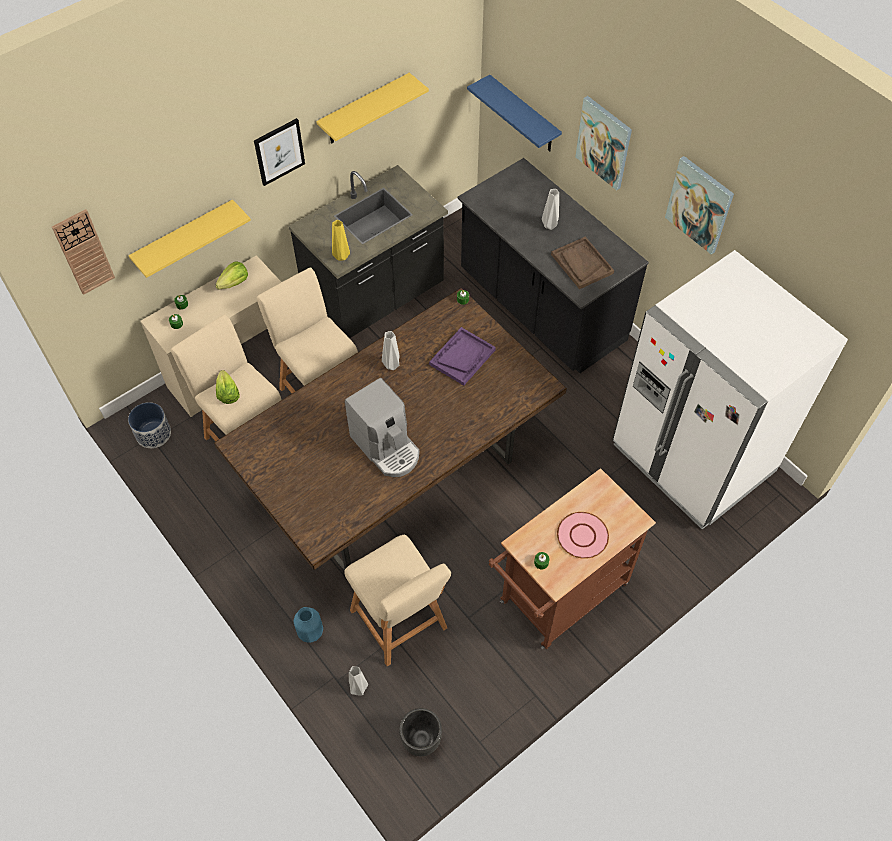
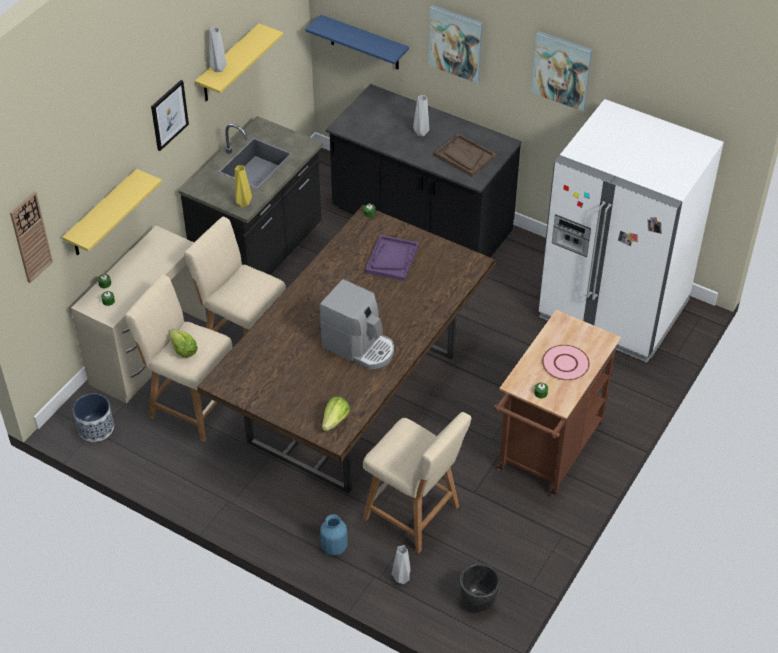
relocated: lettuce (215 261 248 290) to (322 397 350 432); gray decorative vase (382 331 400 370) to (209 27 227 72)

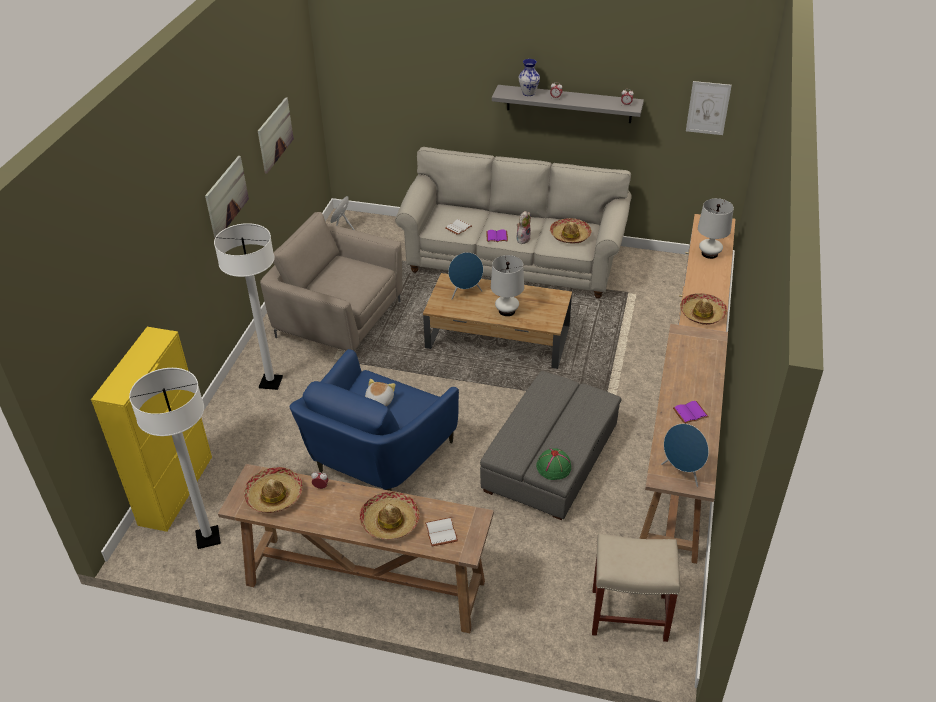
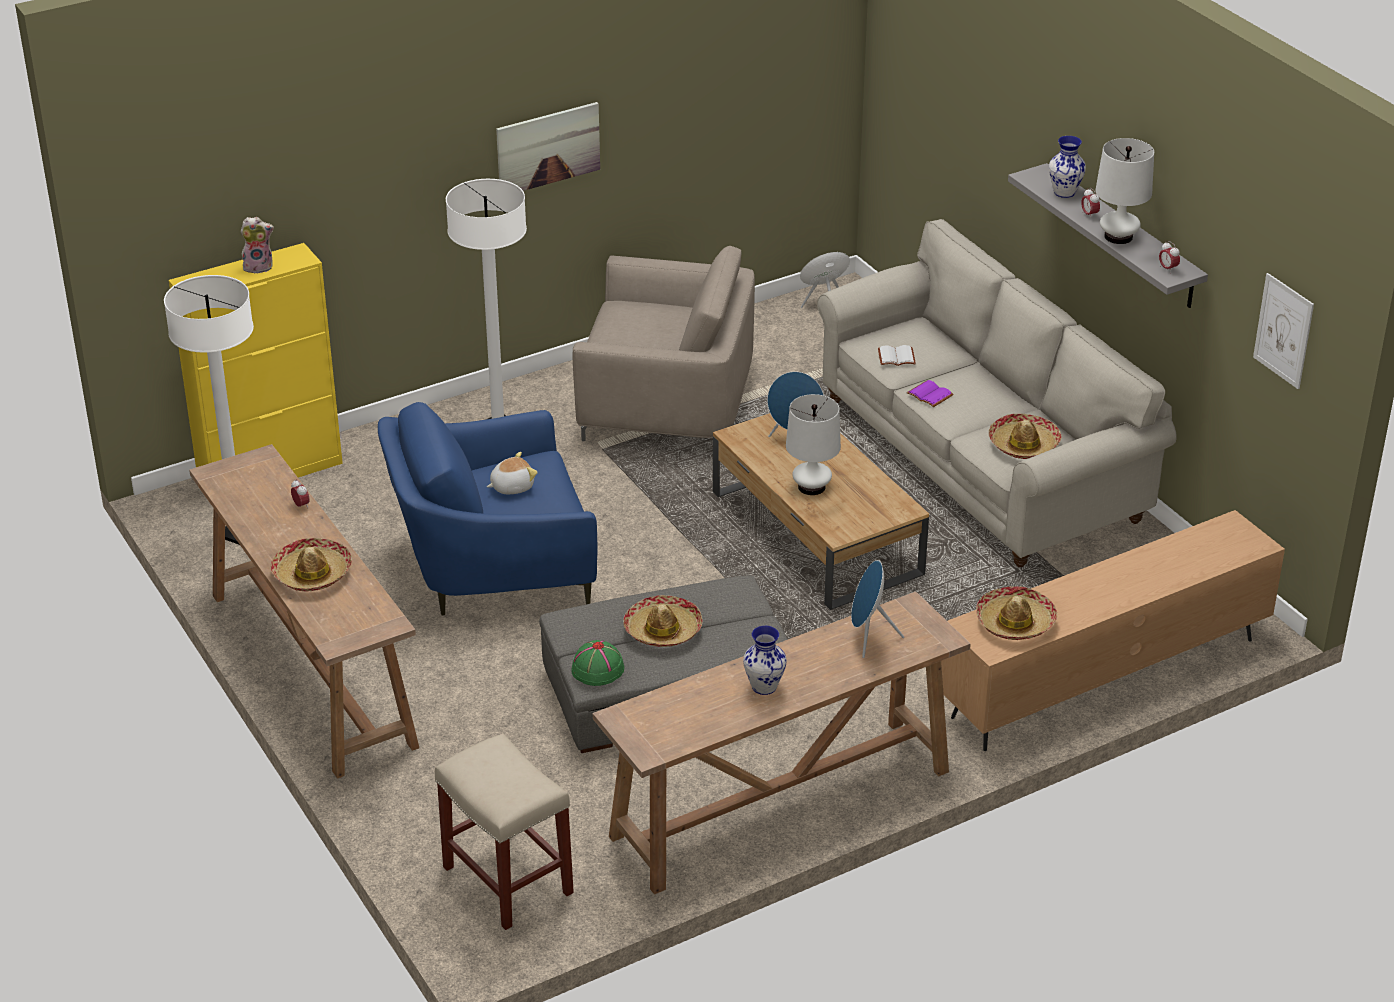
missing: wall art (258 97 294 174); white book (425 517 458 546)
relocated: white table lamp (698 198 734 259) to (1095 138 1154 244); cuddly toy (517 211 531 244) to (240 217 274 274); bluish audio speaker (661 424 709 487) to (851 560 904 658); wearable hat (244 467 303 513) to (623 595 703 647)
exchanged: purple book (673 401 709 424) to decorative vase (743 626 787 695)
spun: beige lounge chair (260 212 403 351) = (572 246 755 441) 120 degrees clockwise

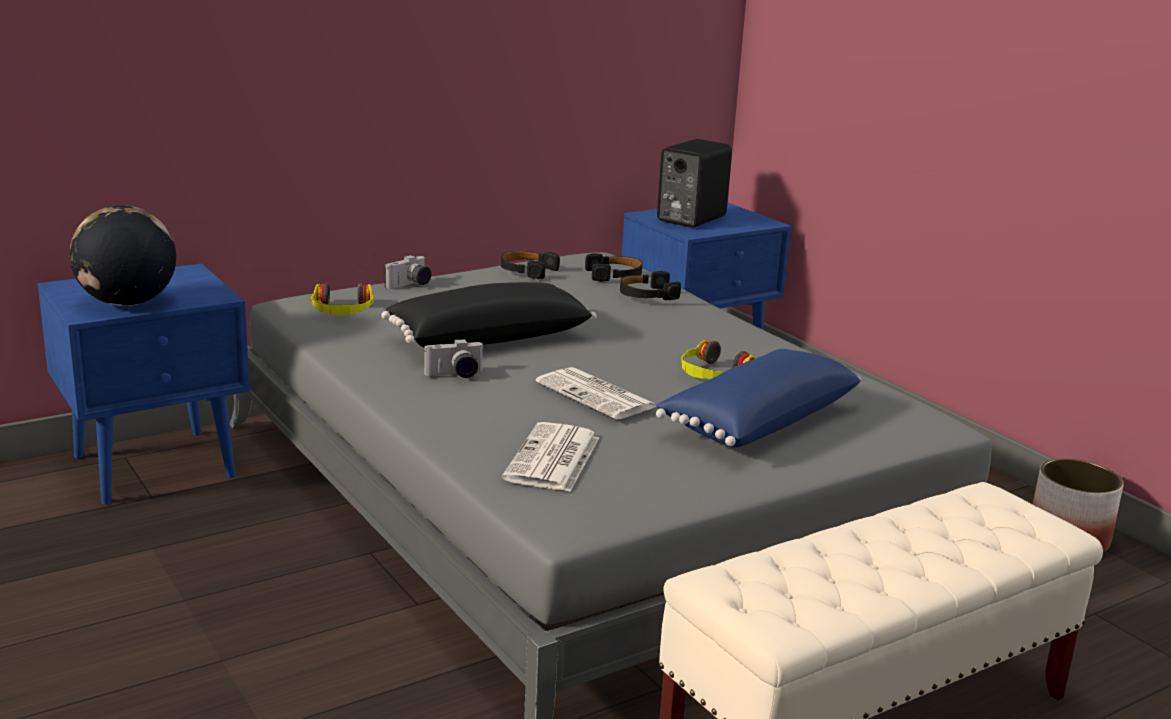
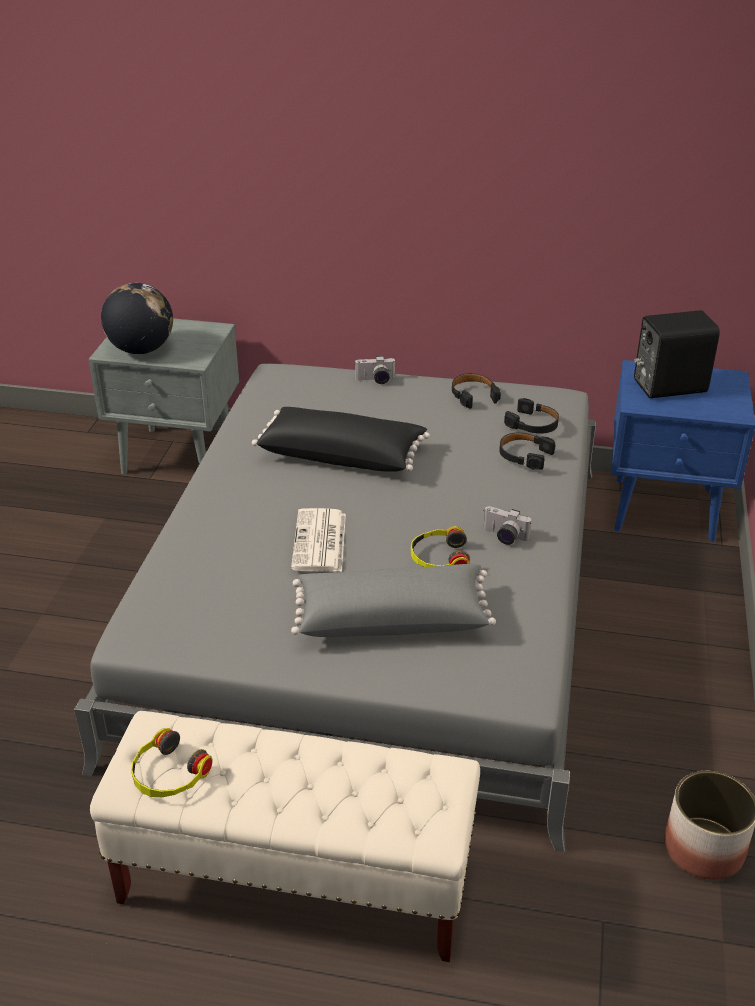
missing: printed paper (502 422 599 492)
relocated: headset (311 283 373 316) to (131 728 212 797); photo camera (424 339 484 378) to (484 506 531 545)
colour: bluish night table (37 264 250 505) to gray night table (88 318 239 474); bluish throw pillow (656 349 861 448) to gray throw pillow (291 564 496 637)

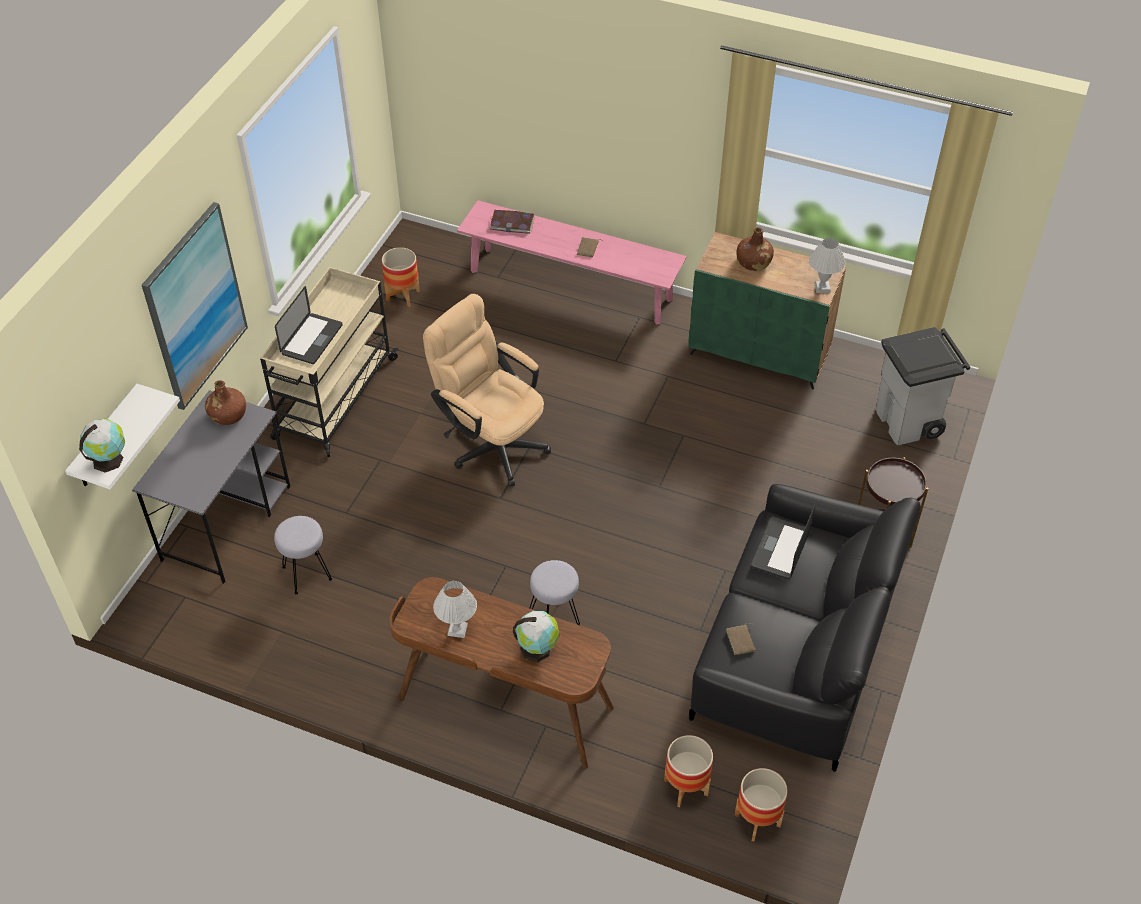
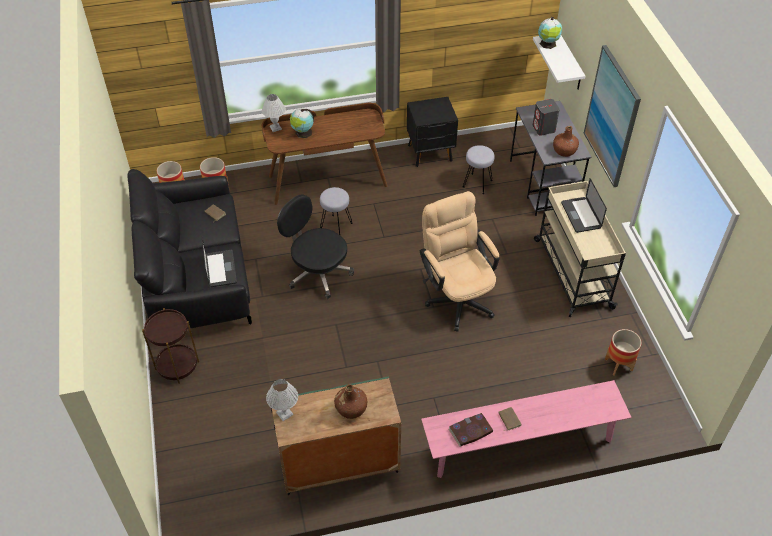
missing: gray waste bin (876 327 970 445)
appeared: black-coloured night table (407 97 458 167); gray audio speaker (533 99 560 136); black-coloured computer chair (277 194 354 299)
relocated: book (490 210 535 234) to (449 413 493 447); white table lamp (433 581 477 638) to (262 94 286 132)
spun: beige computer chair (423 294 551 487) = (420 191 500 332) 120 degrees counterclockwise

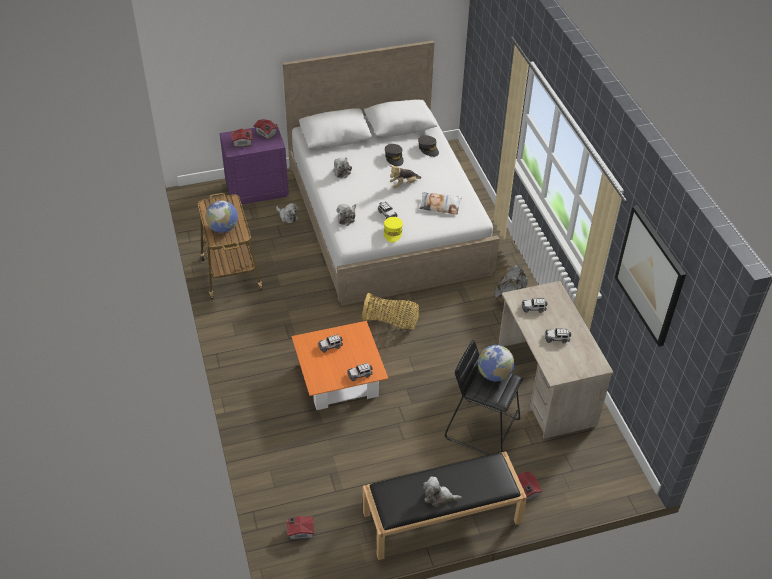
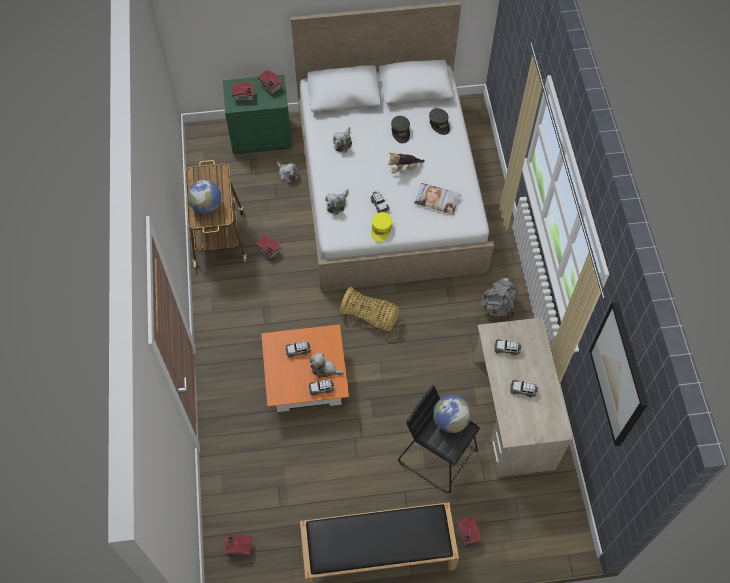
appeared: toy house (255 234 281 260)
relocated: cuddly toy (423 477 462 507) to (310 352 344 378)
colour: purple night table (220 124 289 205) to green-coloured night table (223 75 292 154)

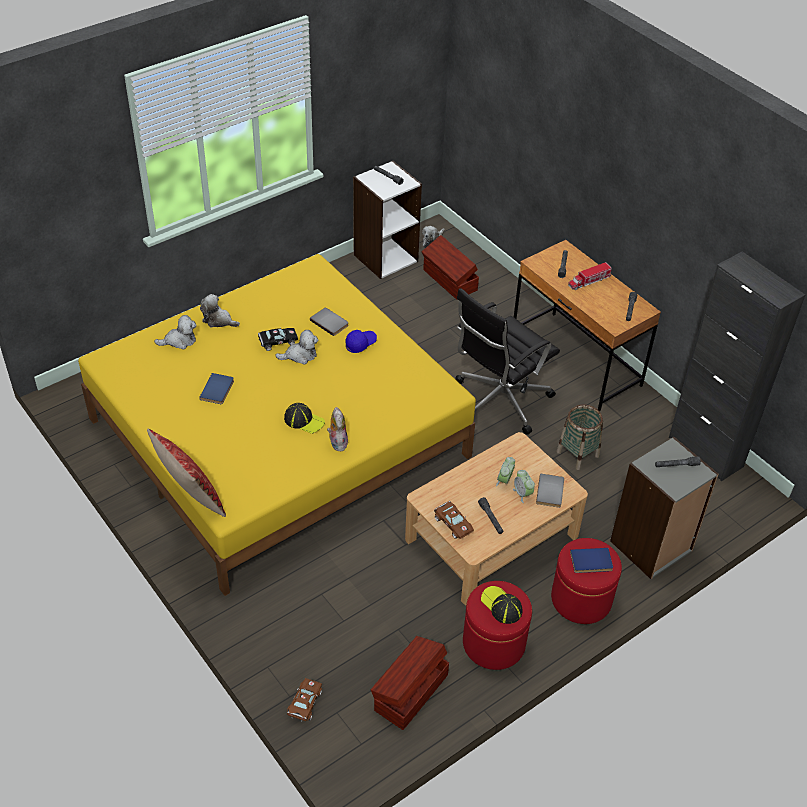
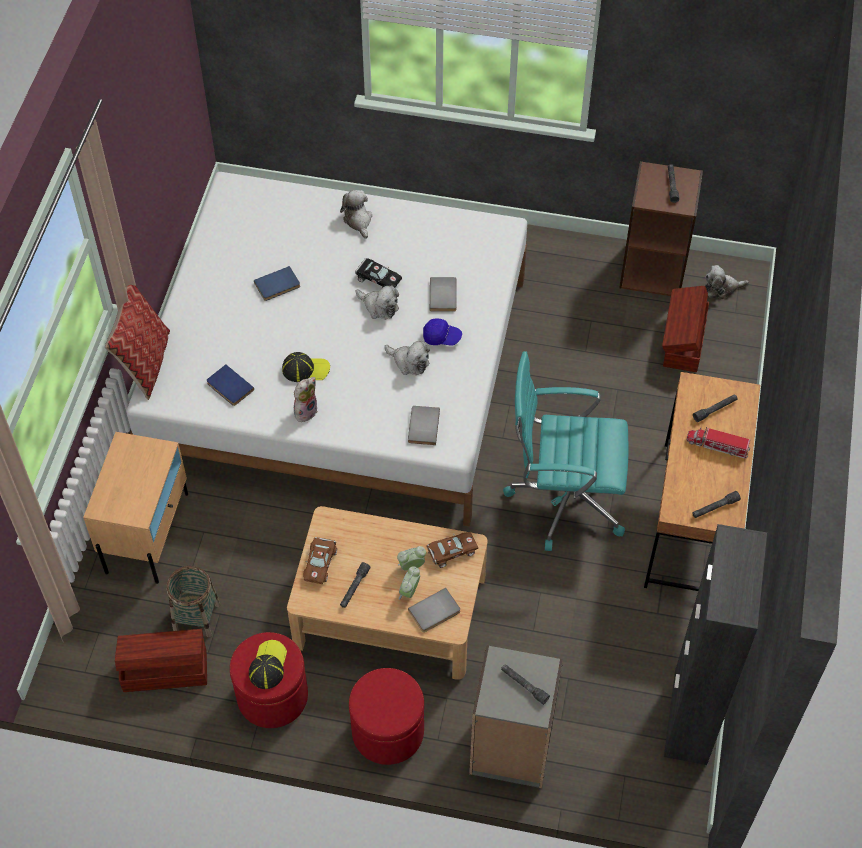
appeared: gray book (408 406 440 445); beige night table (83 432 188 584)
relocated: cuddly toy (154 315 197 350) to (384 341 430 375); household basket (557 405 603 470) to (166 566 220 638); bluish book (570 548 613 573) to (206 365 254 406); brownish toy car (287 678 322 721) to (427 532 478 568)
colour: white bookcase (353 161 422 279) to brownish bookcase (619 161 703 296); yellow bed (78 254 476 596) to white bed (126 172 527 527); black-coloured computer chair (455 288 560 435) to turquoise computer chair (503 351 629 551)
spun: baseball cap (284 403 325 434) = (282 352 330 382) 75 degrees counterclockwise

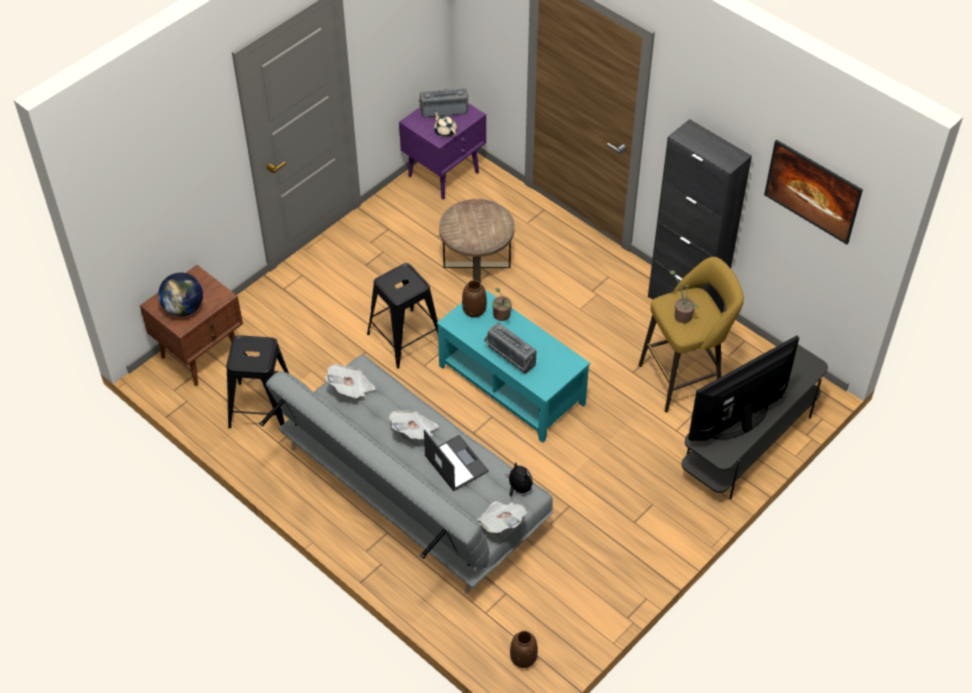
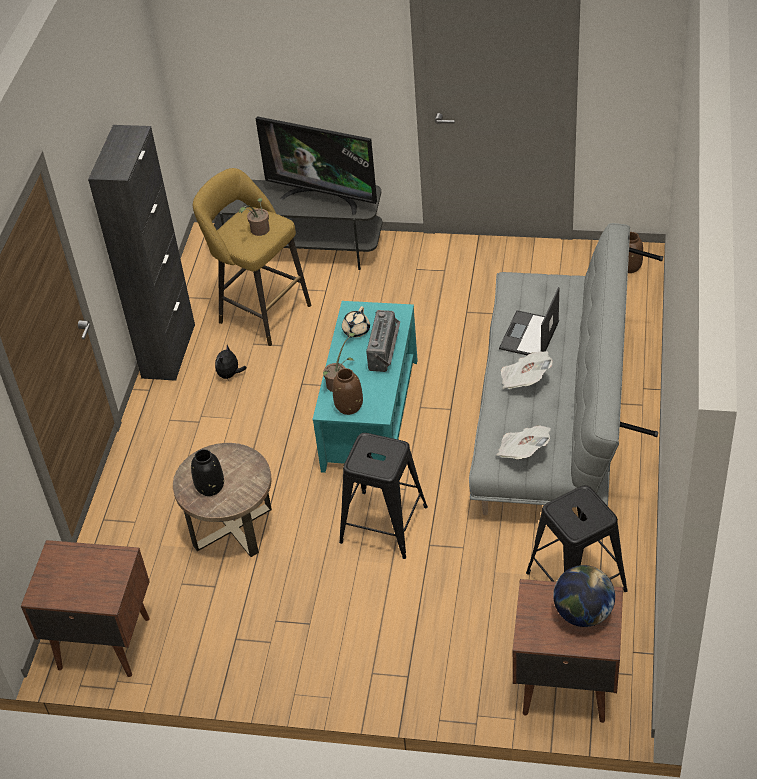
missing: radio (419 88 469 118); wall art (764 140 863 244); printed paper (477 501 527 533)
appeared: black-coloured decorative vase (191 449 224 496)
relocated: beige pot for tea (434 110 457 137) to (342 306 370 338); cuddly toy (505 462 533 497) to (215 345 246 379)
colour: purple night table (399 89 486 200) to brownish night table (21 540 150 677)

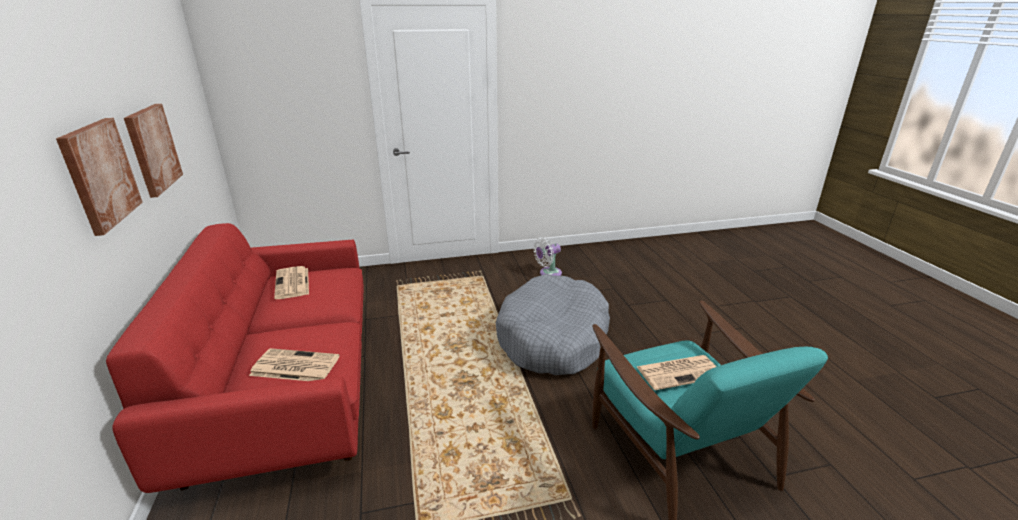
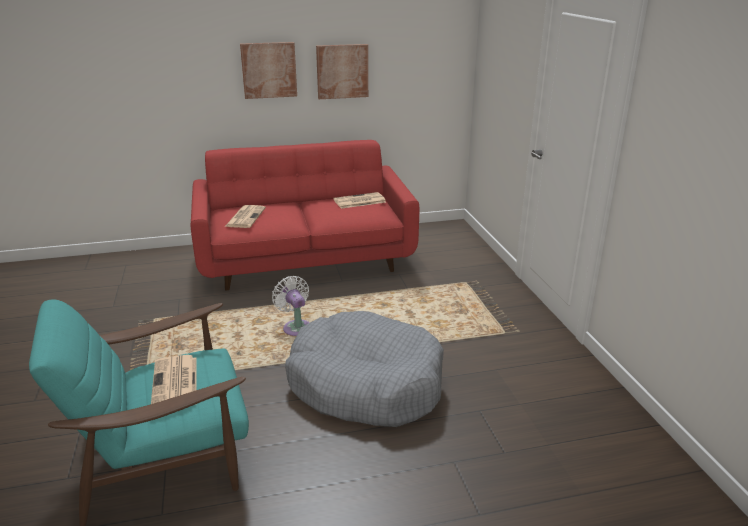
relocated: white electric fan (533 237 562 276) to (272 276 309 336)

